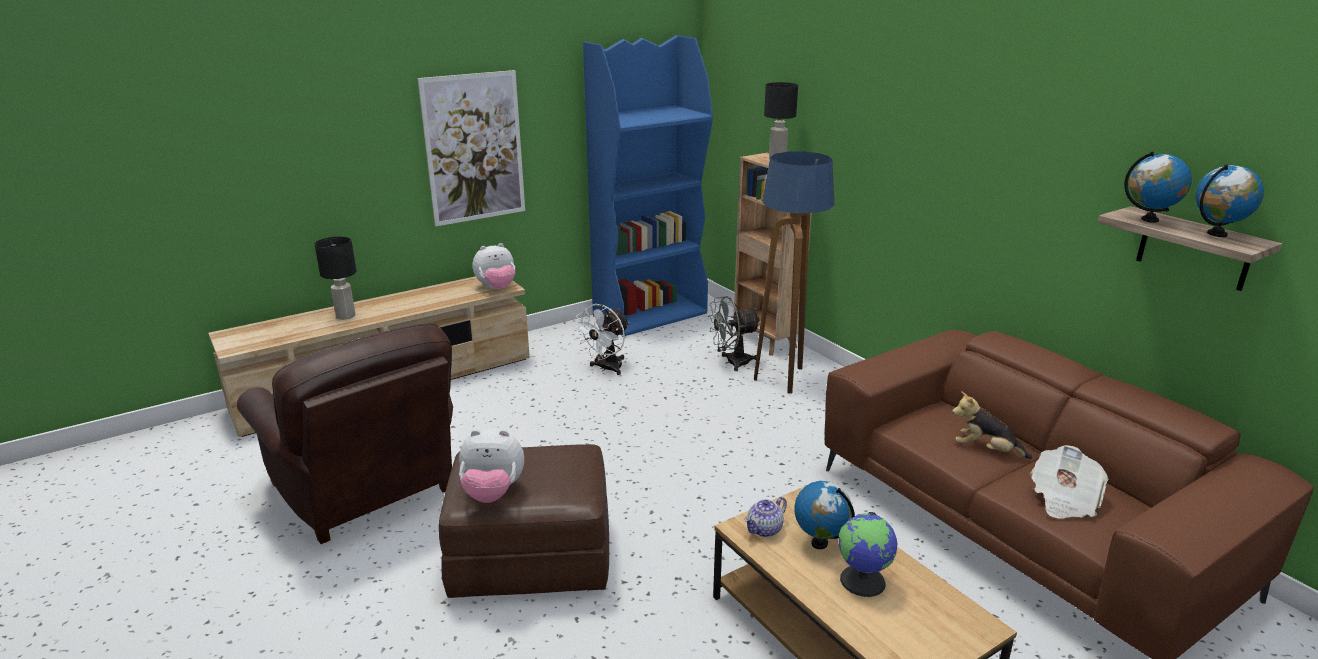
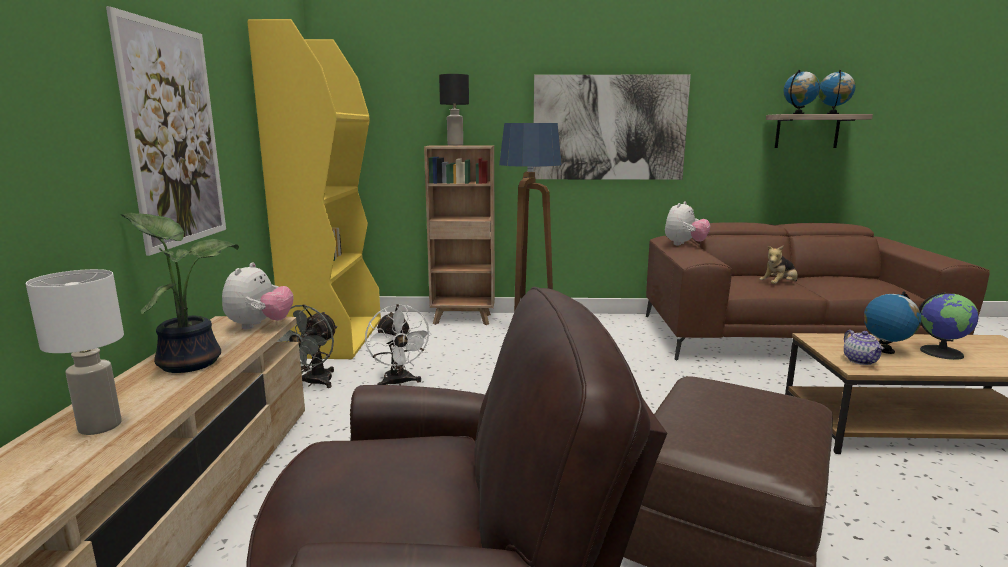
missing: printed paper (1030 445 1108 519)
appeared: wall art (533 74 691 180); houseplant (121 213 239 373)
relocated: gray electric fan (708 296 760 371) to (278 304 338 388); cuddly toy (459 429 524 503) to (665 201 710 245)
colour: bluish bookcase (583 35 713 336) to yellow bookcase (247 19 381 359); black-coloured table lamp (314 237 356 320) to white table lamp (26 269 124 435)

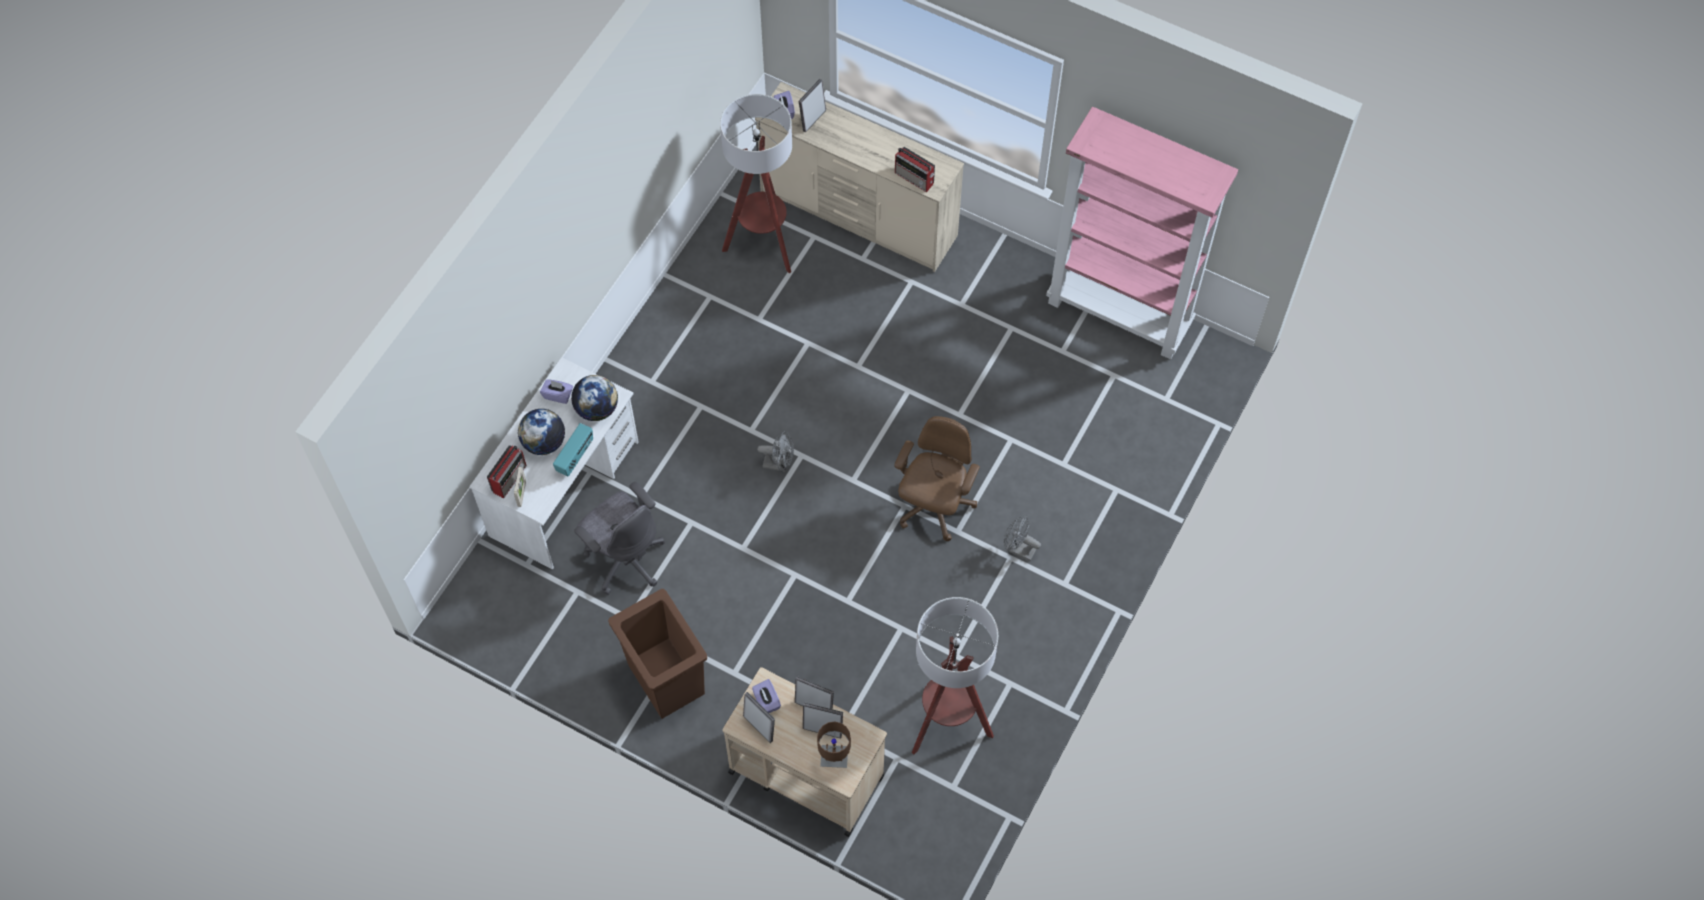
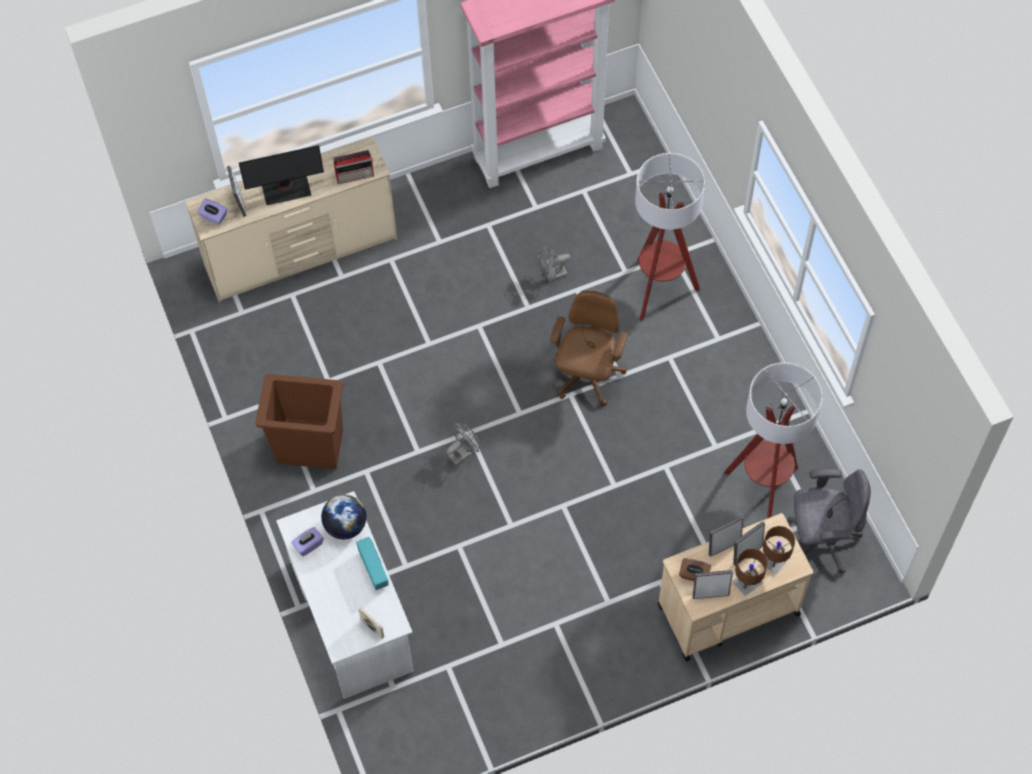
missing: world globe (518 409 565 455); radio (487 445 527 498)
appeared: monitor (239 145 324 205); brownish table lamp (732 548 768 596)
relocated: standard lamp (720 94 792 273) to (635 153 705 321); gray computer chair (574 482 665 595) to (787 469 871 574); gray electric fan (1003 516 1041 561) to (538 245 570 282); brownish waste bin (608 589 707 719) to (255 374 343 469)
colour: purple box of tissues (752 679 781 713) to brownish box of tissues (679 558 711 581)
spun: brownish computer chair (894 416 980 541) = (550 291 628 406) 45 degrees clockwise

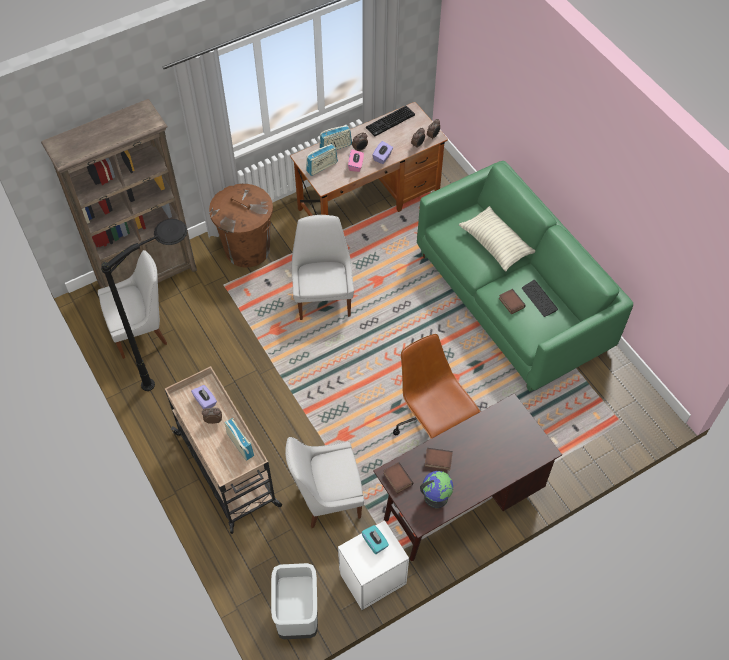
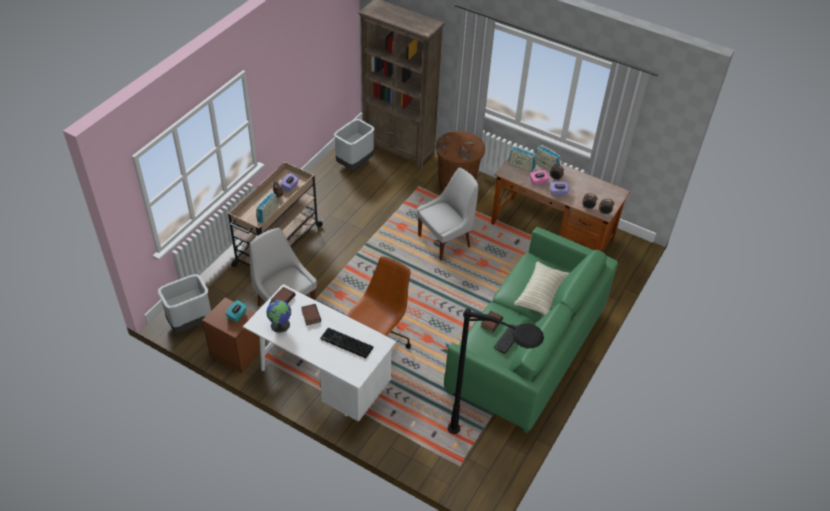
relocated: keyboard (366 106 415 136) to (320 328 373 358); black-coloured standard lamp (101 219 187 391) to (448 308 544 434)
exchanged: white upright chair (98 250 167 359) to gray waste bin (334 119 375 170)
colour: brownish desk unit (373 393 562 561) to white desk unit (243 284 396 422); white night table (338 520 409 610) to brownish night table (202 298 260 373)

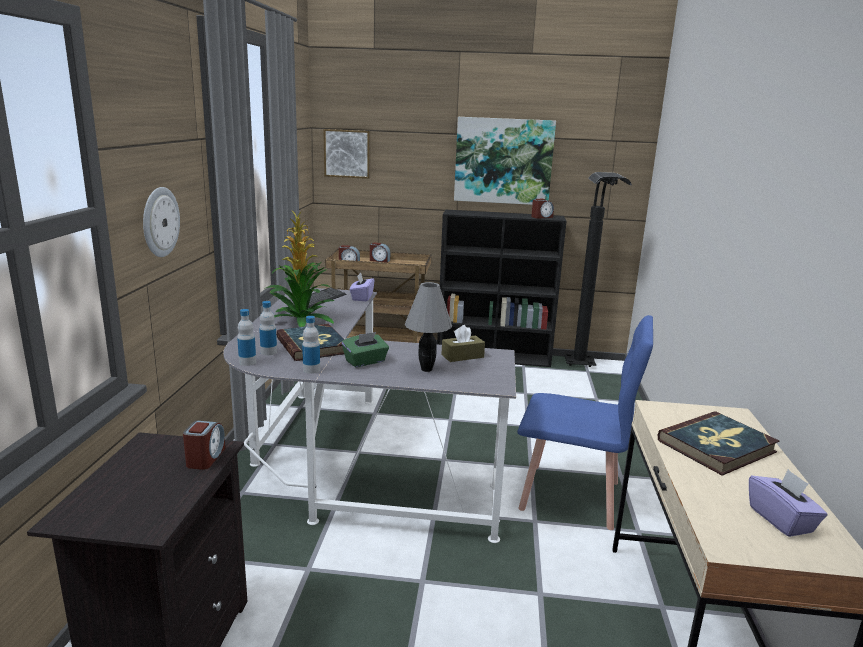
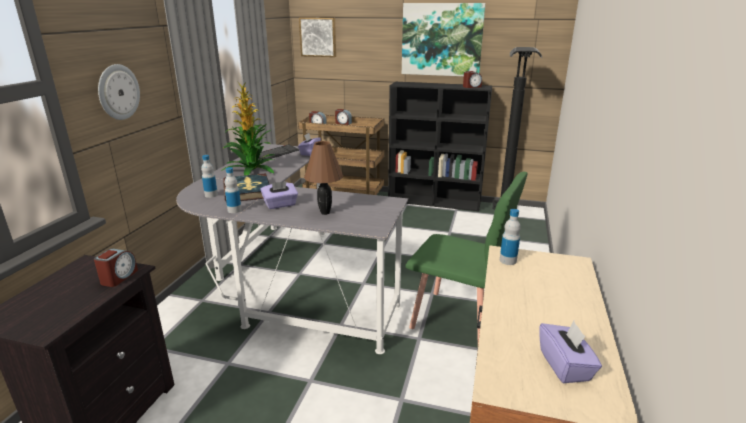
missing: brownish box of tissues (441 325 485 362); book (658 411 779 476)
relocated: drink bottle (237 309 256 366) to (500 209 521 265)
colour: gray table lamp (405 282 452 372) to brownish table lamp (304 141 343 215); bluish upright chair (517 315 653 530) to green-coloured upright chair (405 172 528 342); green-coloured box of tissues (342 332 389 367) to purple box of tissues (260 181 298 209)

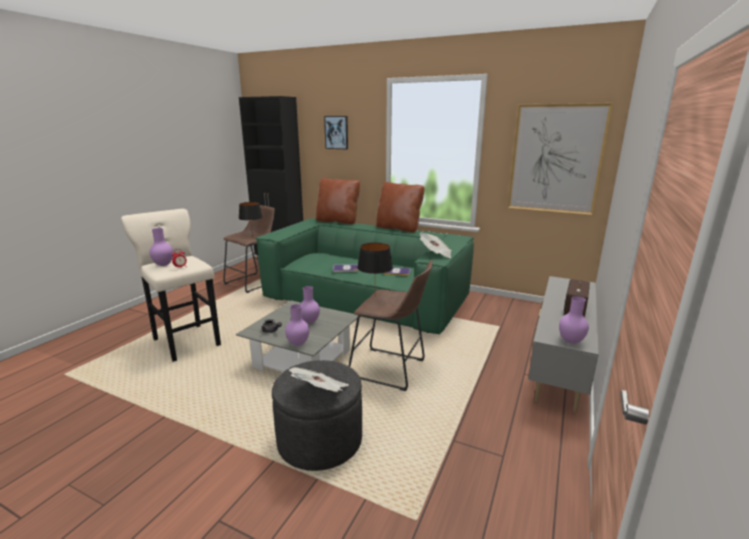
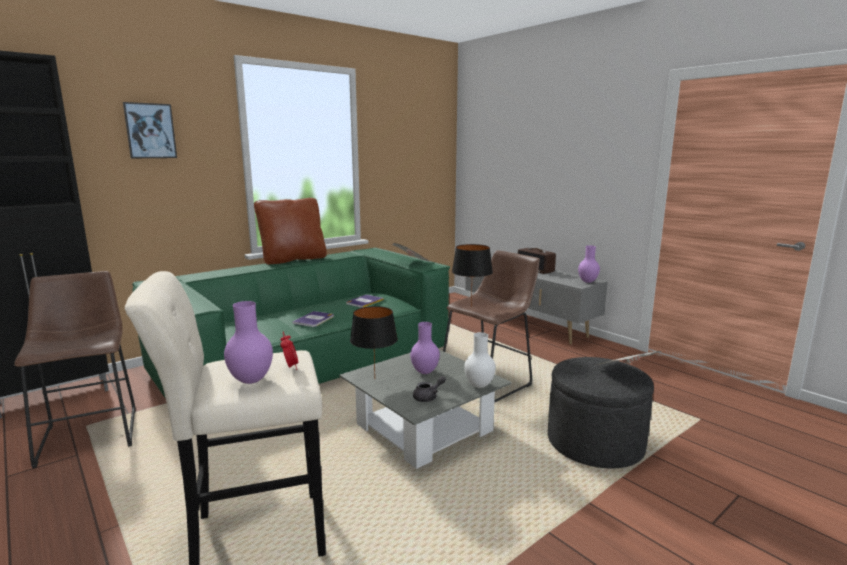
missing: wall art (507 103 613 216); brownish throw pillow (316 178 360 224)
relocated: black-coloured table lamp (239 202 262 238) to (350 306 398 375)
colour: purple decorative vase (285 304 309 346) to white decorative vase (464 332 496 388)

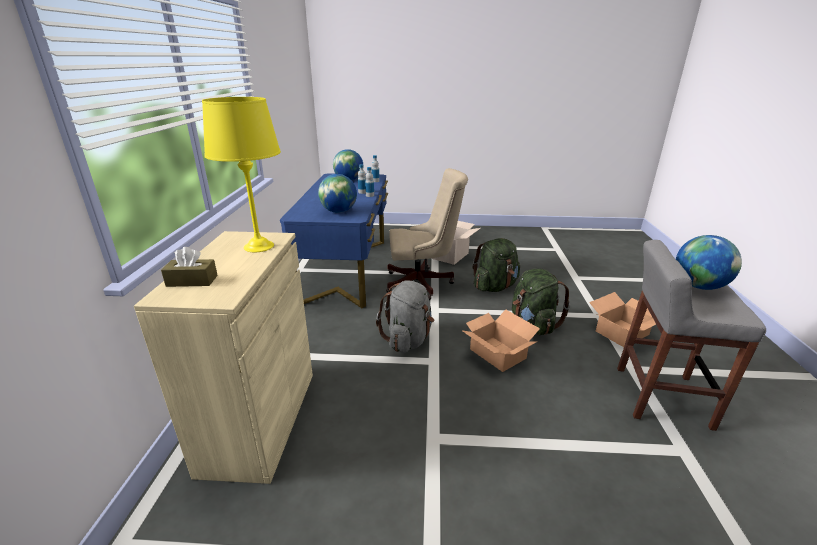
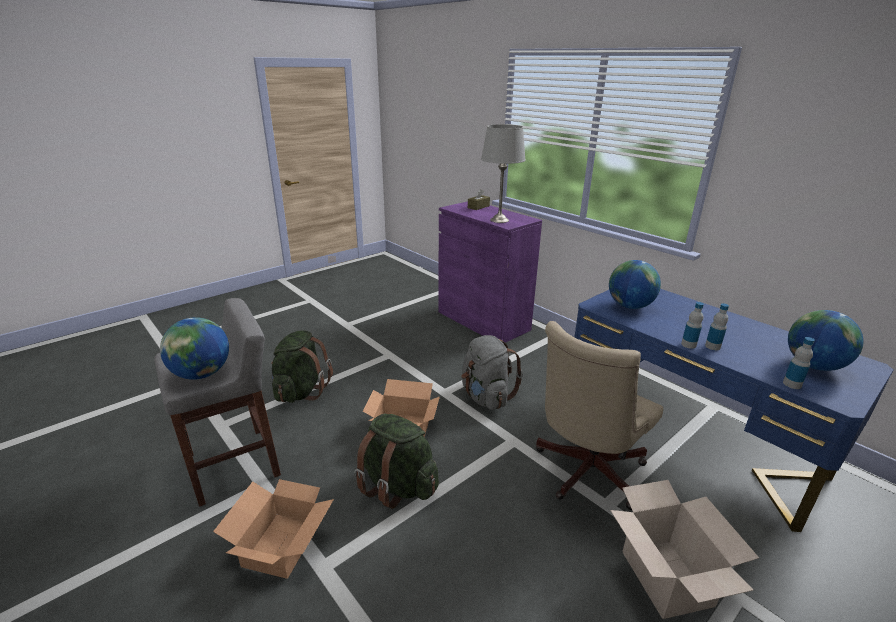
relocated: green-coloured knapsack (473 238 520 292) to (271 331 333 403)
colour: yellow table lamp (202 97 281 252) to gray table lamp (481 124 526 223); beige storage cabinet (134 231 313 484) to purple storage cabinet (438 201 542 344)

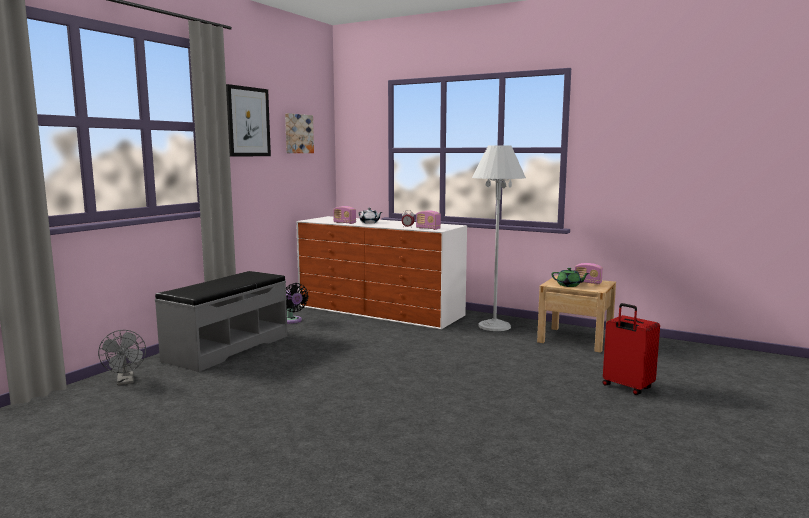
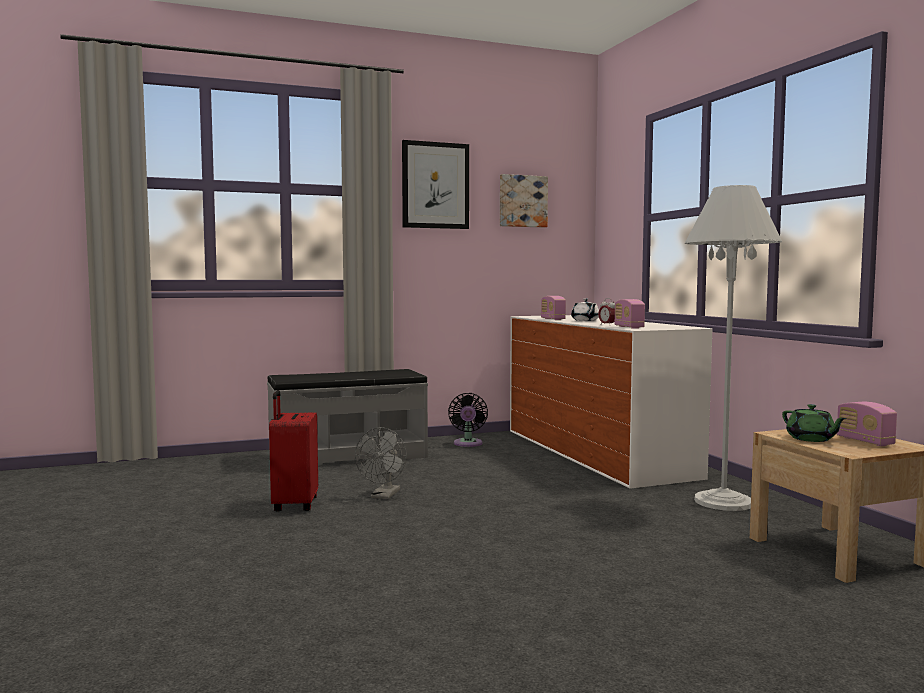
relocated: reddish piece of luggage (602 303 660 395) to (269 390 318 511); gray electric fan (98 330 146 385) to (355 427 407 499)

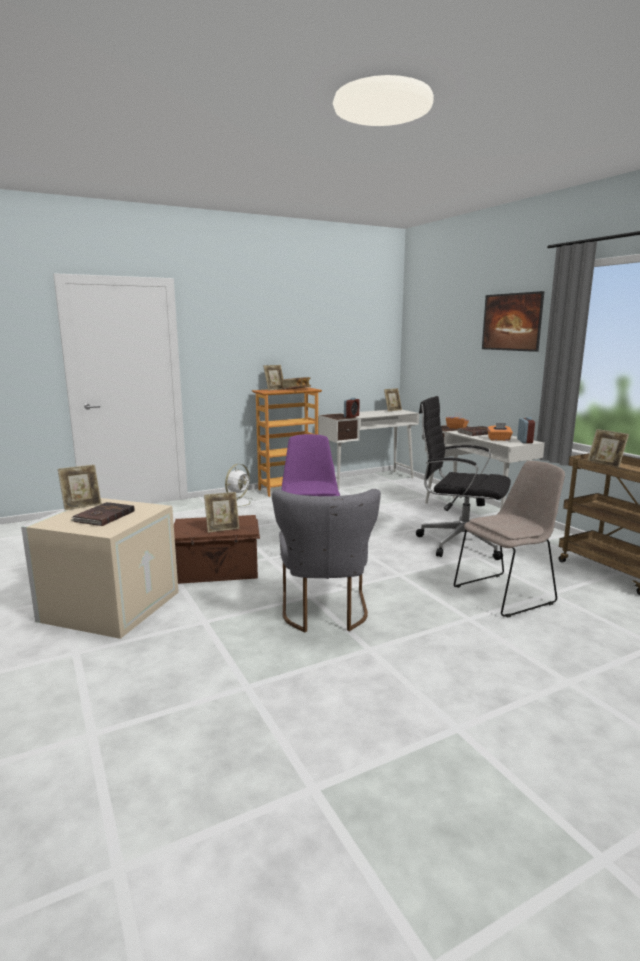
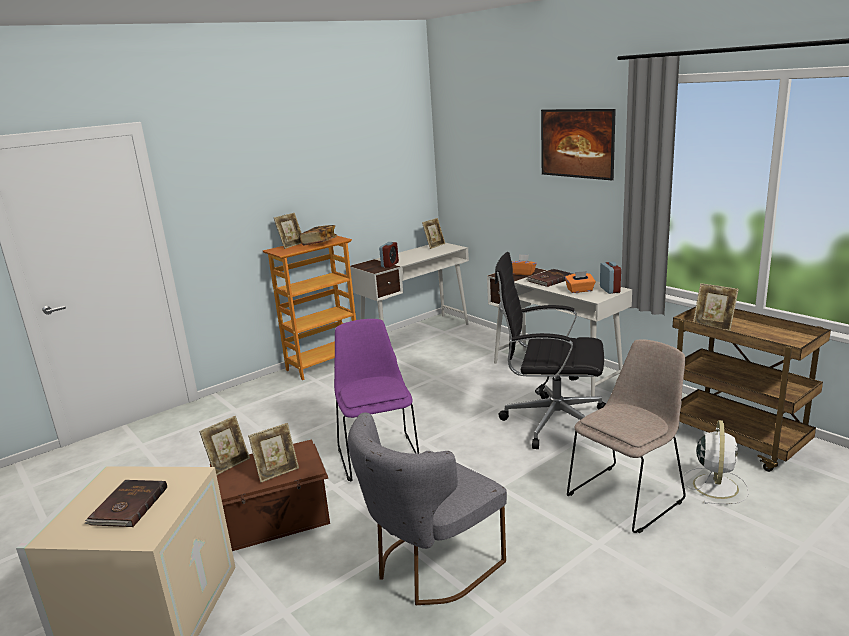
relocated: white electric fan (225 464 256 508) to (683 420 749 504); photo frame (58 465 102 510) to (199 416 250 475)
spun: gray upright chair (272 489 381 632) = (348 413 507 605) 60 degrees clockwise

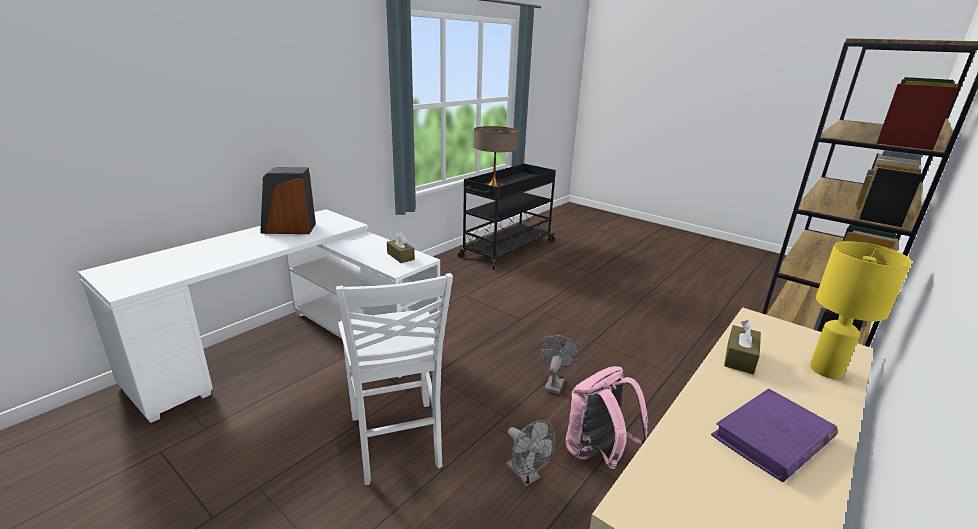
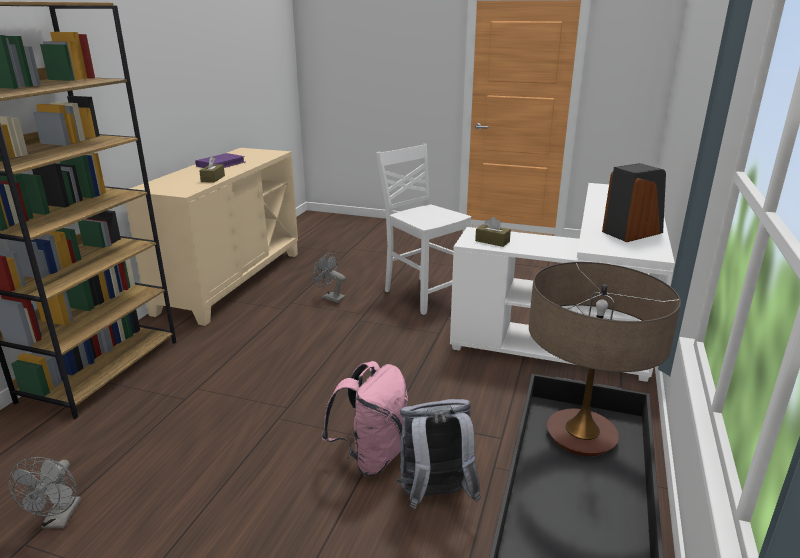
missing: yellow table lamp (810 241 912 379)
appeared: gray knapsack (397 399 481 509)
relocated: gray electric fan (539 335 582 394) to (8 457 81 529); pinkish knapsack (566 366 649 469) to (321 361 408 476)

